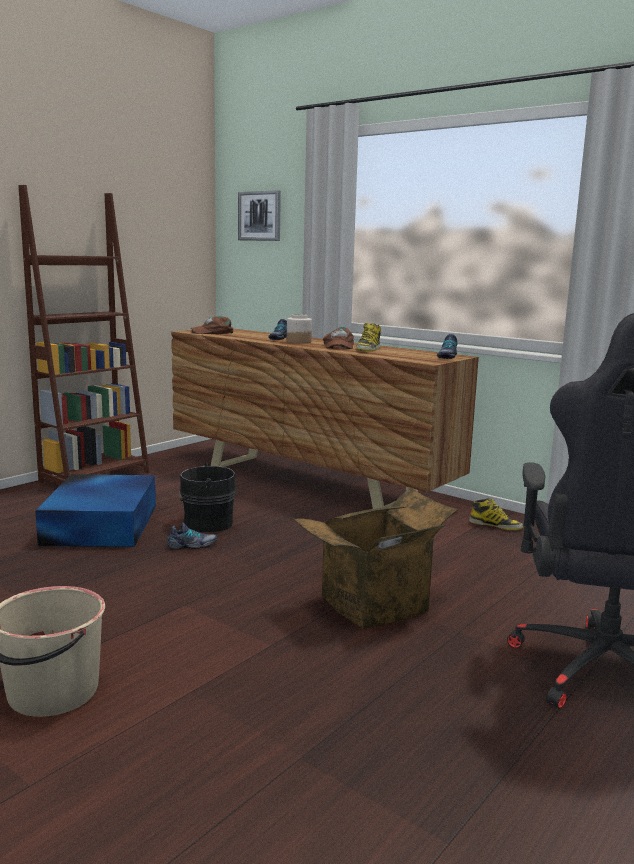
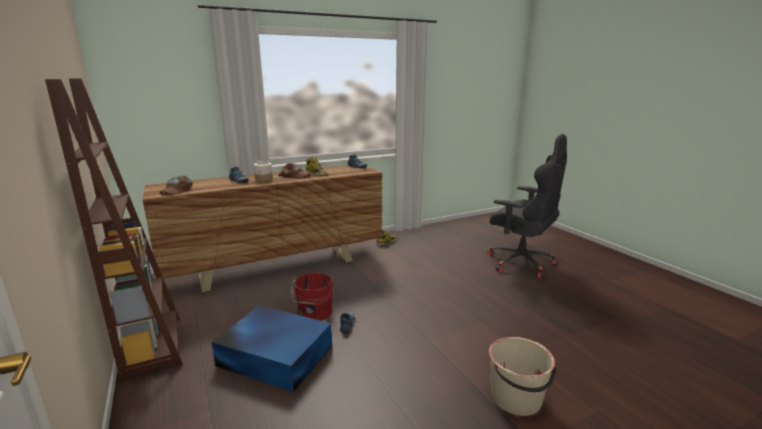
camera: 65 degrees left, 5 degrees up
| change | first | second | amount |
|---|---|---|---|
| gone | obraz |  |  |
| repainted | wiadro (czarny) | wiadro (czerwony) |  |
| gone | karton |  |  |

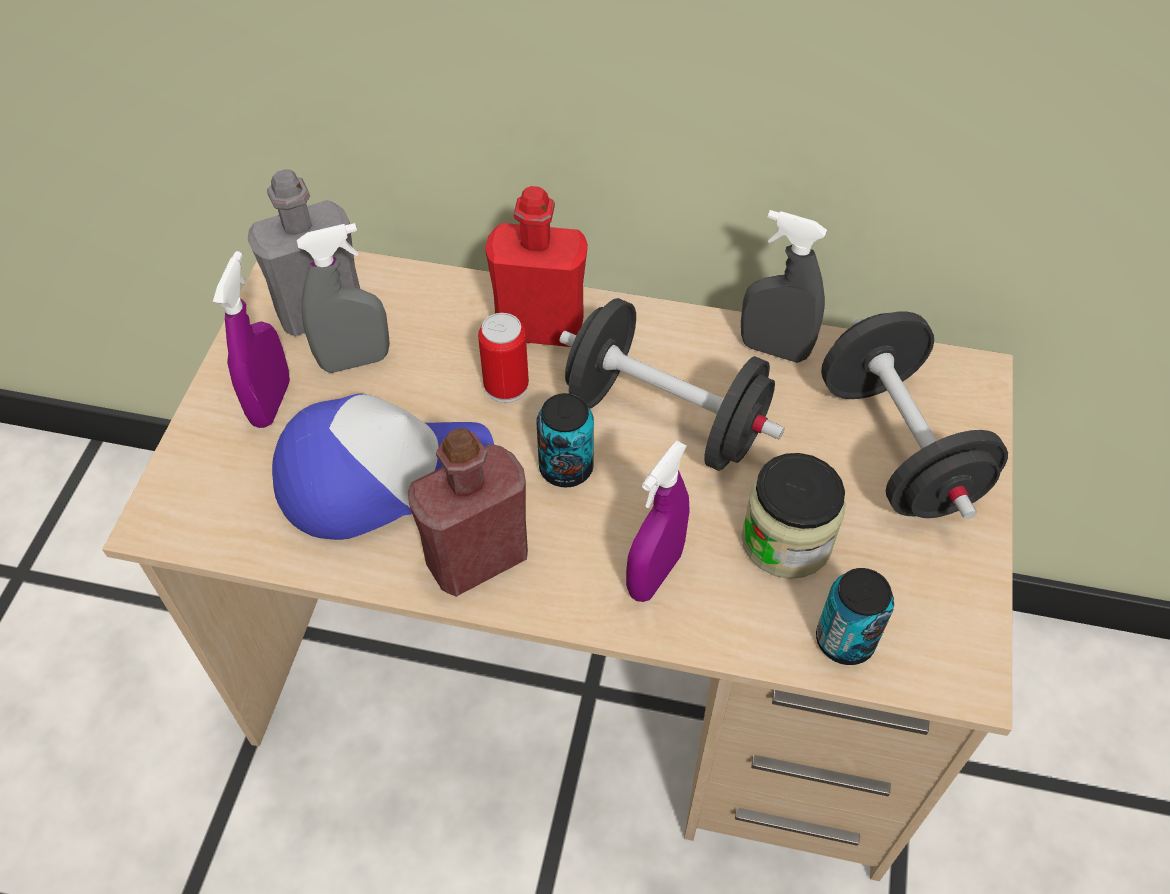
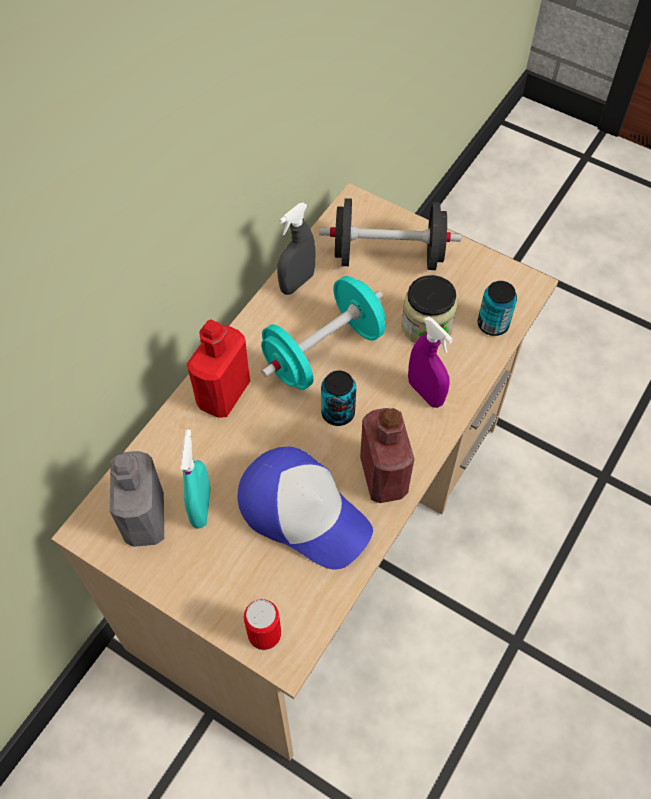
camera: 70 degrees left, 5 degrees up
| change | first | second | amount |
|---|---|---|---|
| repainted | spryskiwacz (szary) (no. 1 from left) | spryskiwacz (turkusowy) |  |
| gone | spryskiwacz (fioletowy) (no. 1 from left) |  |  |
| repainted | hantel (czarny) (no. 1 from left) | hantel (turkusowy) |  |
| shifted | puszka (no. 1 from left) |  |  |
| rotated | czapka z daszkiem |  | 120 degrees clockwise |

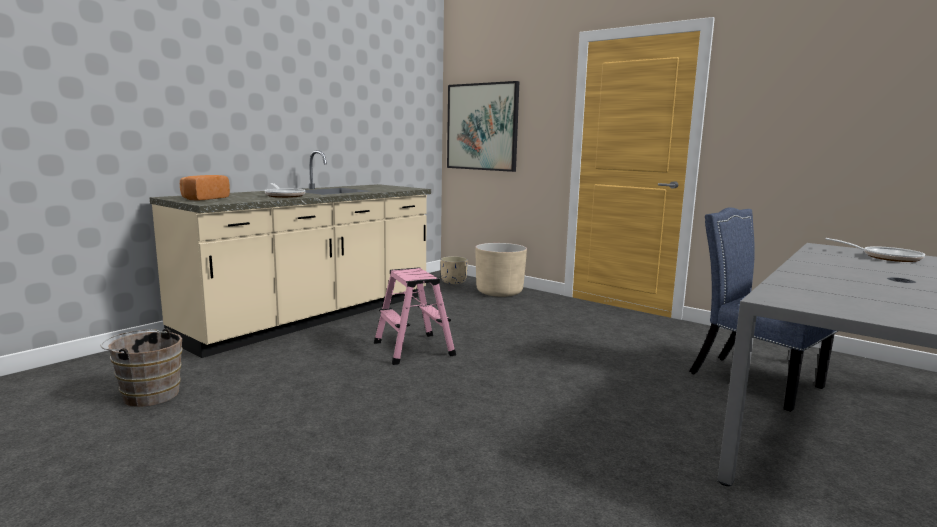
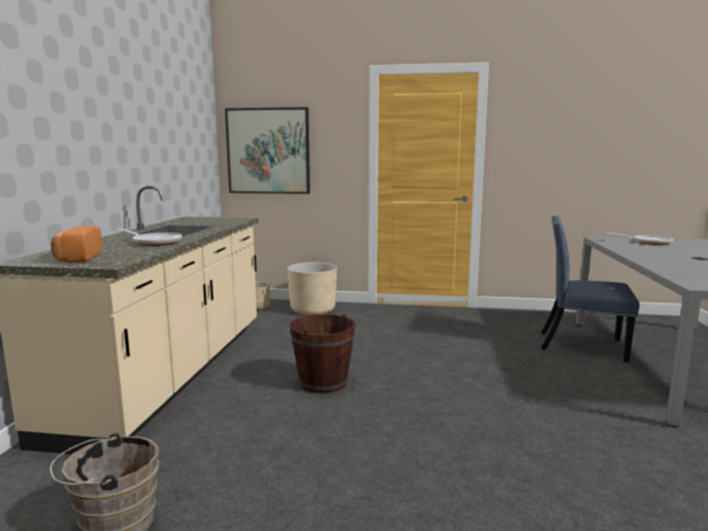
camera: 30 degrees left, 0 degrees up
| change | first | second | amount |
|---|---|---|---|
| swapped | drabinka (różowy) | wiadro (brązowy) (no. 2 from left) |  |

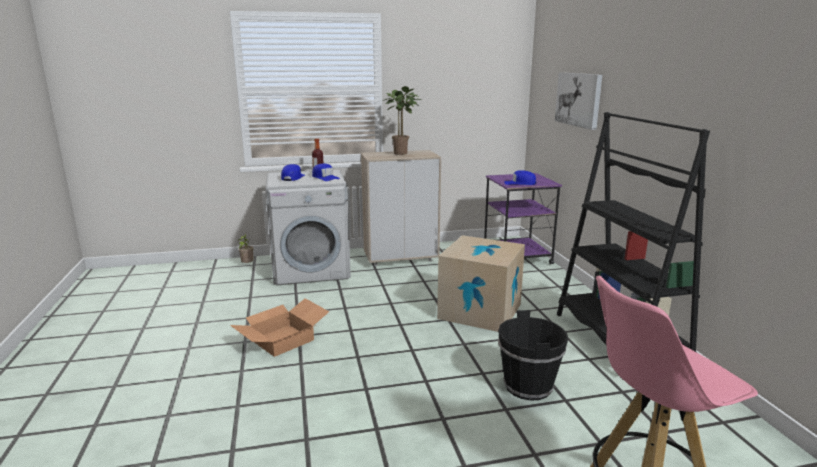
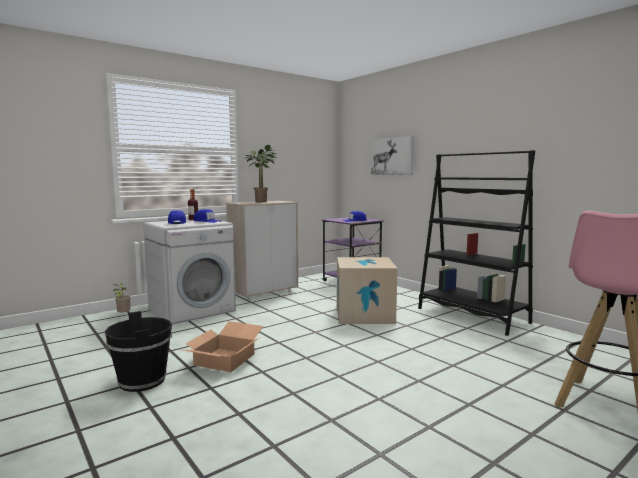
camera: 25 degrees left, 10 degrees down
| change | first | second | amount |
|---|---|---|---|
| shifted | wiadro (czarny) |  |  |

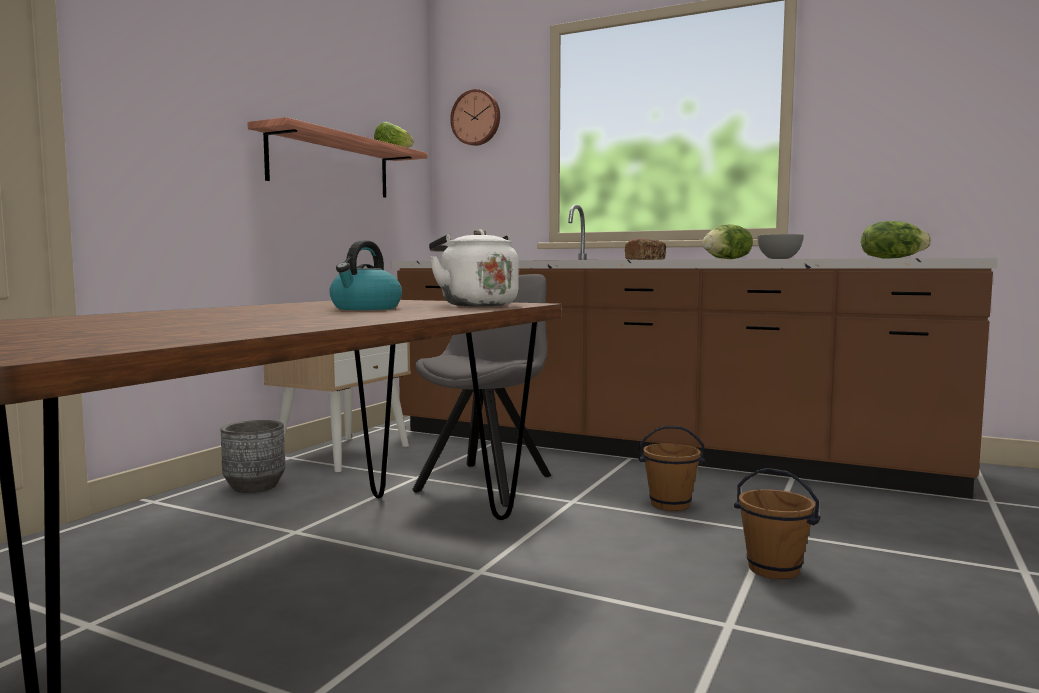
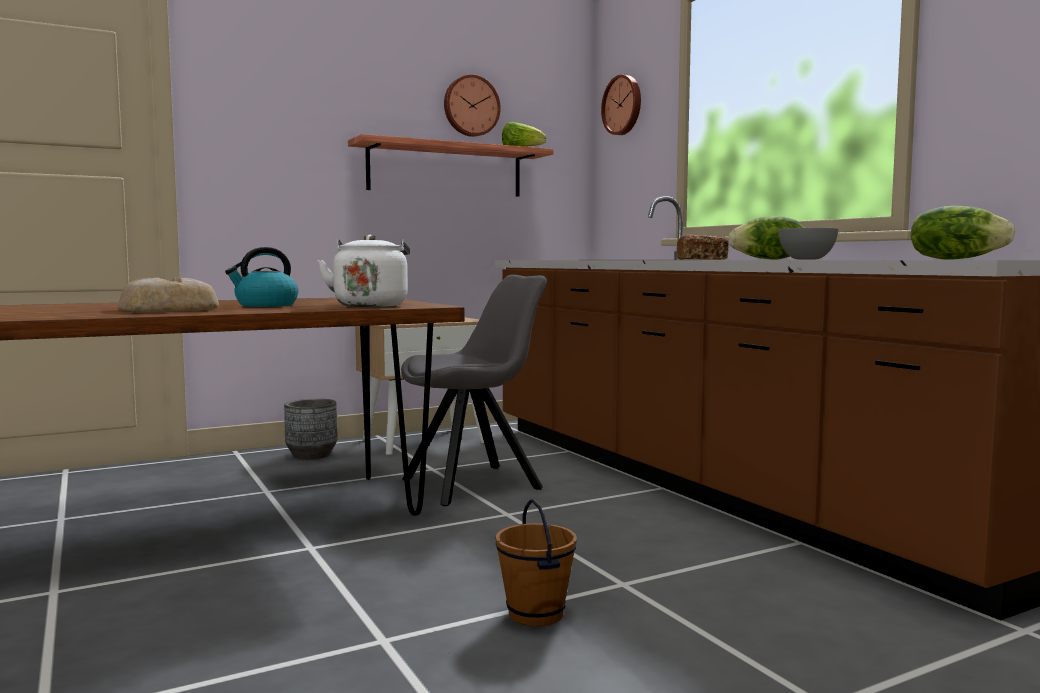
camera: 35 degrees right, 0 degrees up
| change | first | second | amount |
|---|---|---|---|
| gone | wiadro (brązowy) (no. 1 from left) |  |  |
| new |  | zegar ścienny (no. 1 from left) |  |
| new |  | chleb (no. 1 from left) |  |

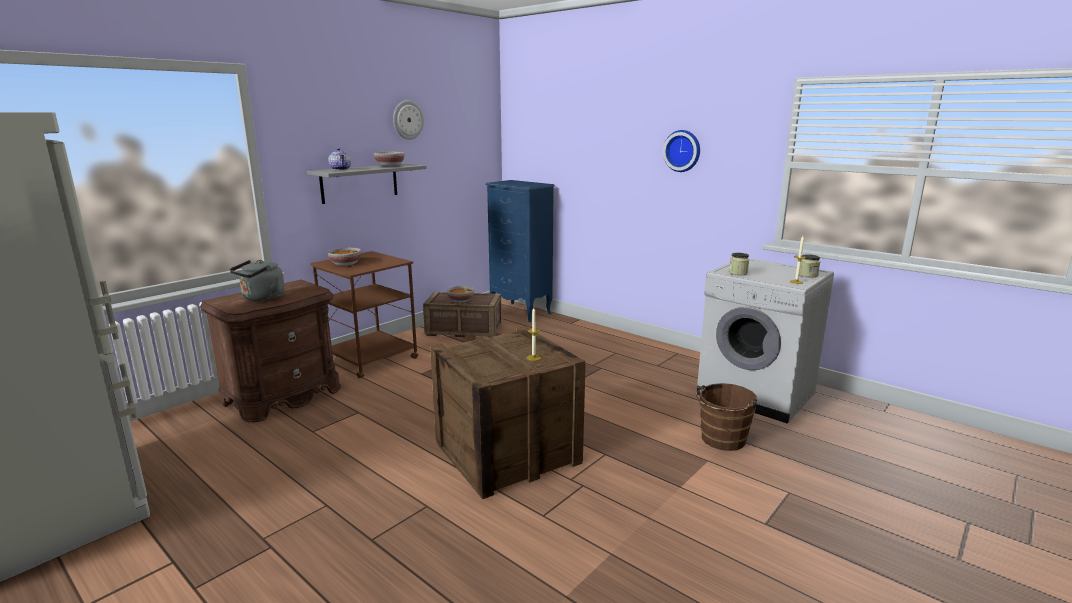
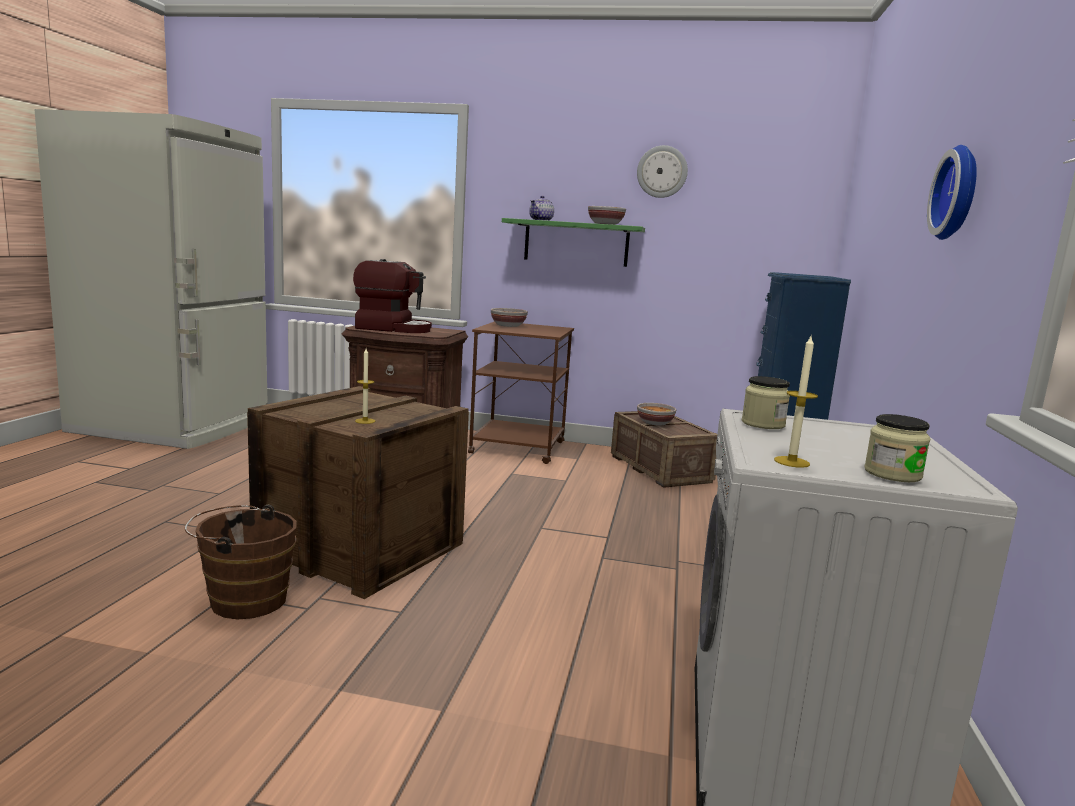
camera: 60 degrees right, 5 degrees down
| change | first | second | amount |
|---|---|---|---|
| repainted | półka (szary) | półka (zielony) |  |
| swapped | czajnik (szary) | ekspres do kawy |  |
| shifted | wiadro (brązowy) |  |  |

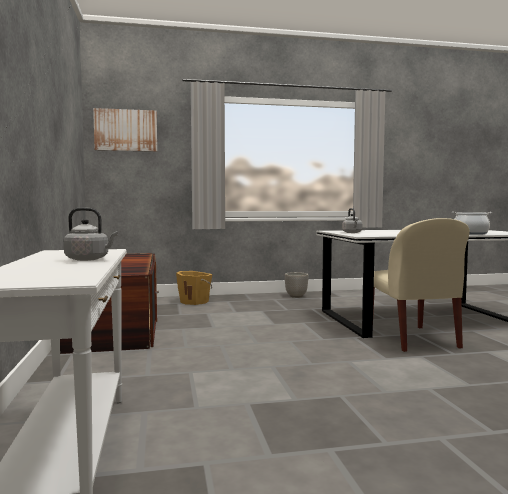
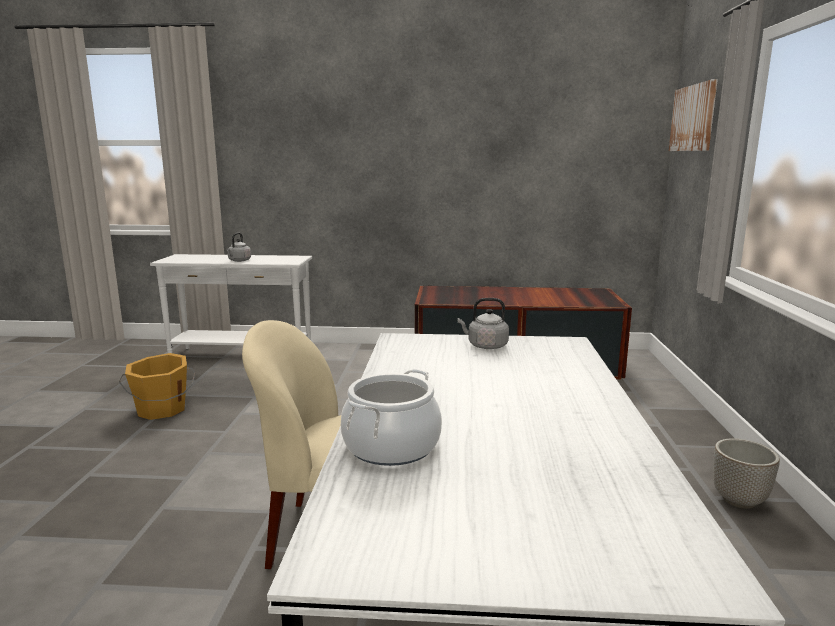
camera: 105 degrees right, 10 degrees up
| change | first | second | amount |
|---|---|---|---|
| shifted | wiadro (pomarańczowy) |  |  |

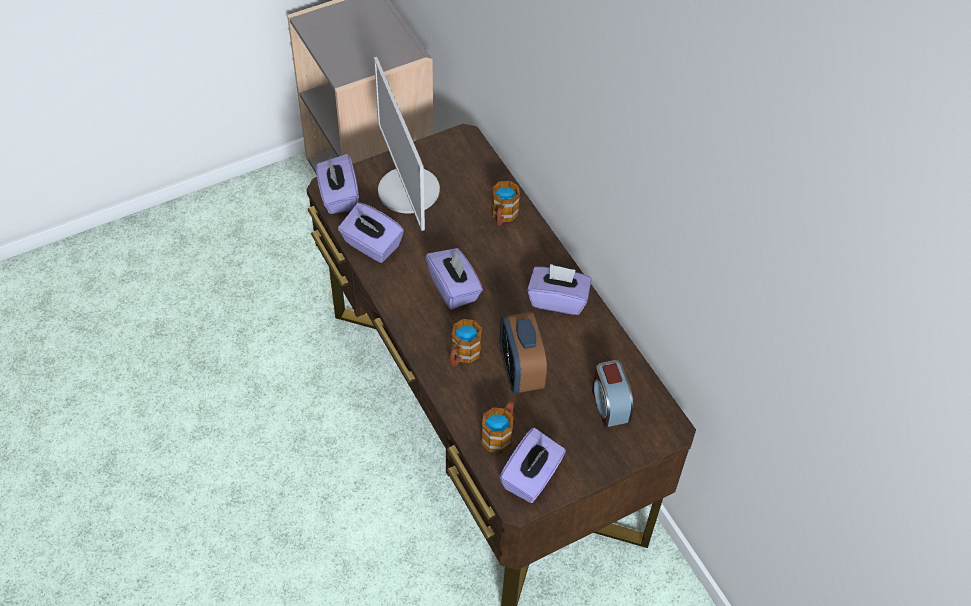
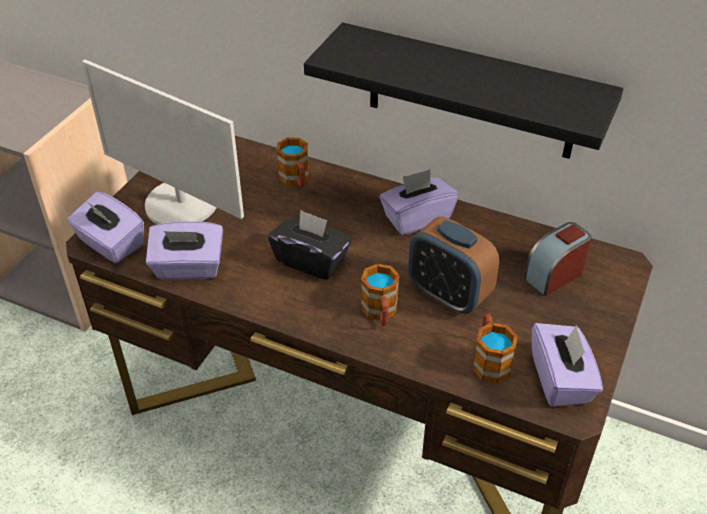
camera: 35 degrees left, 10 degrees down
| change | first | second | amount |
|---|---|---|---|
| repainted | pudełko chusteczek (fioletowy) (no. 3 from left) | pudełko chusteczek (czarny) |  |
| rotated | budzik (no. 2 from left) |  | 105 degrees clockwise |
| new |  | półka (czarny) |  |

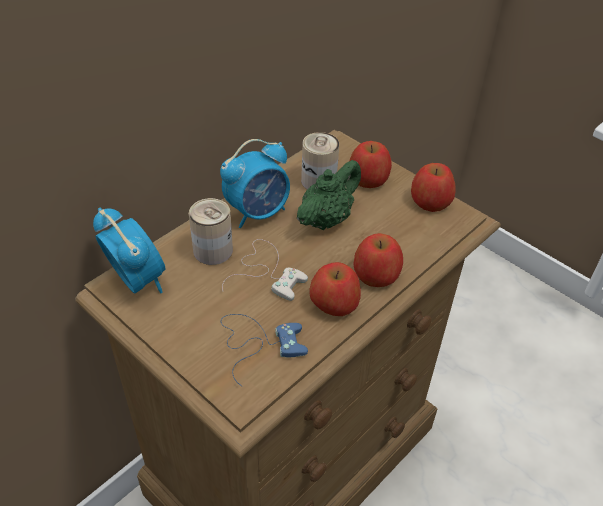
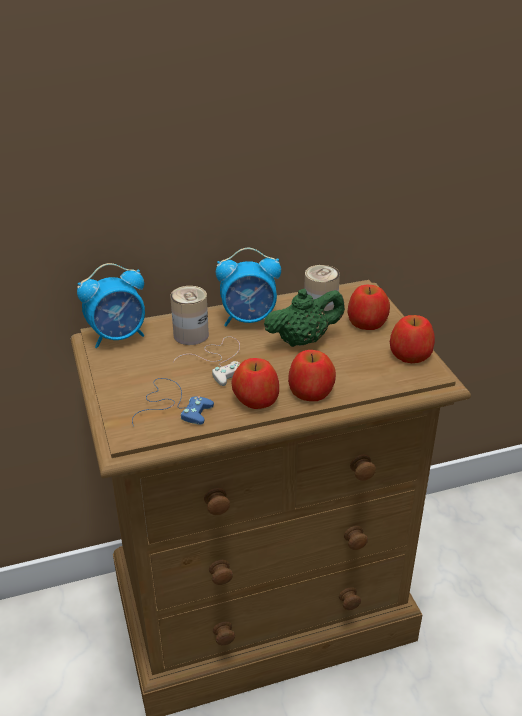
camera: 30 degrees right, 10 degrees down
| change | first | second | amount |
|---|---|---|---|
| rotated | budzik (no. 1 from left) |  | 75 degrees clockwise |

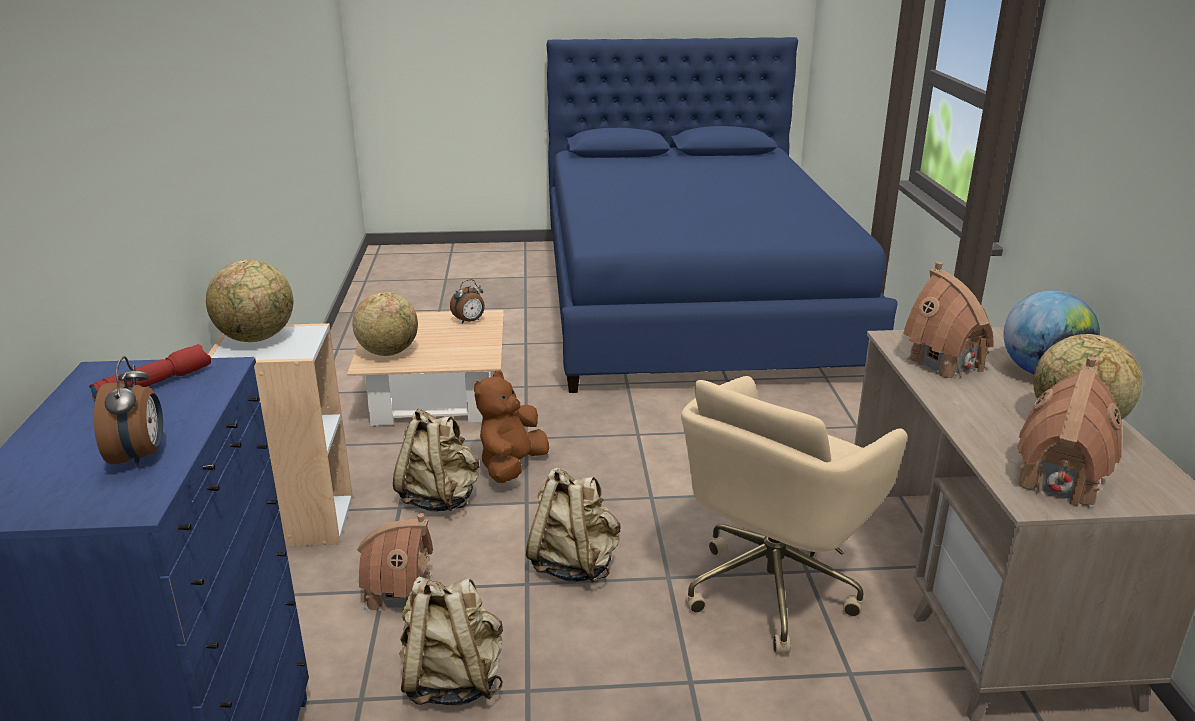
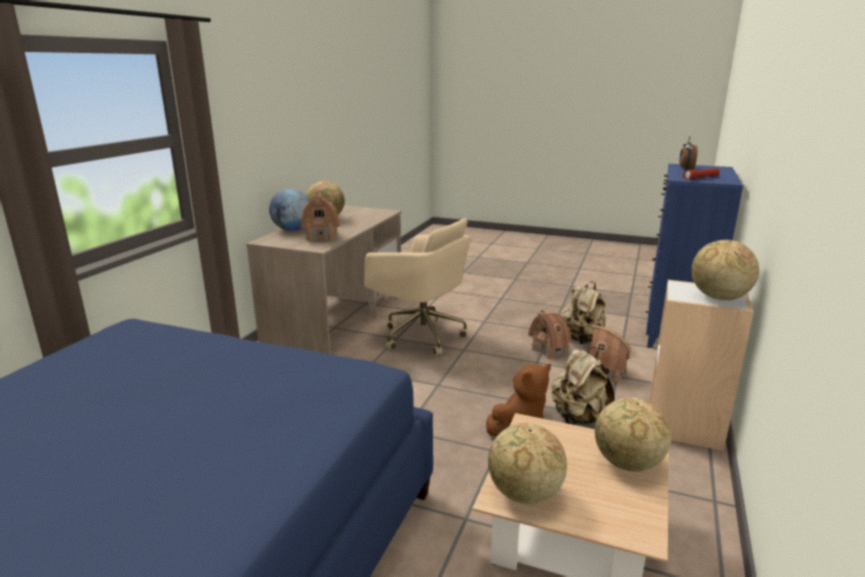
camera: 155 degrees left, 5 degrees down
| change | first | second | amount |
|---|---|---|---|
| swapped | budzik (no. 2 from left) | globus (no. 3 from left) |  |
| shifted | domek (no. 3 from left in the first image) | domek (no. 2 from left) |  |
| rotated | krzesło biurowe (beżowy) |  | 60 degrees clockwise |
| gone | plecak (beżowy) (no. 3 from left) |  |  |

